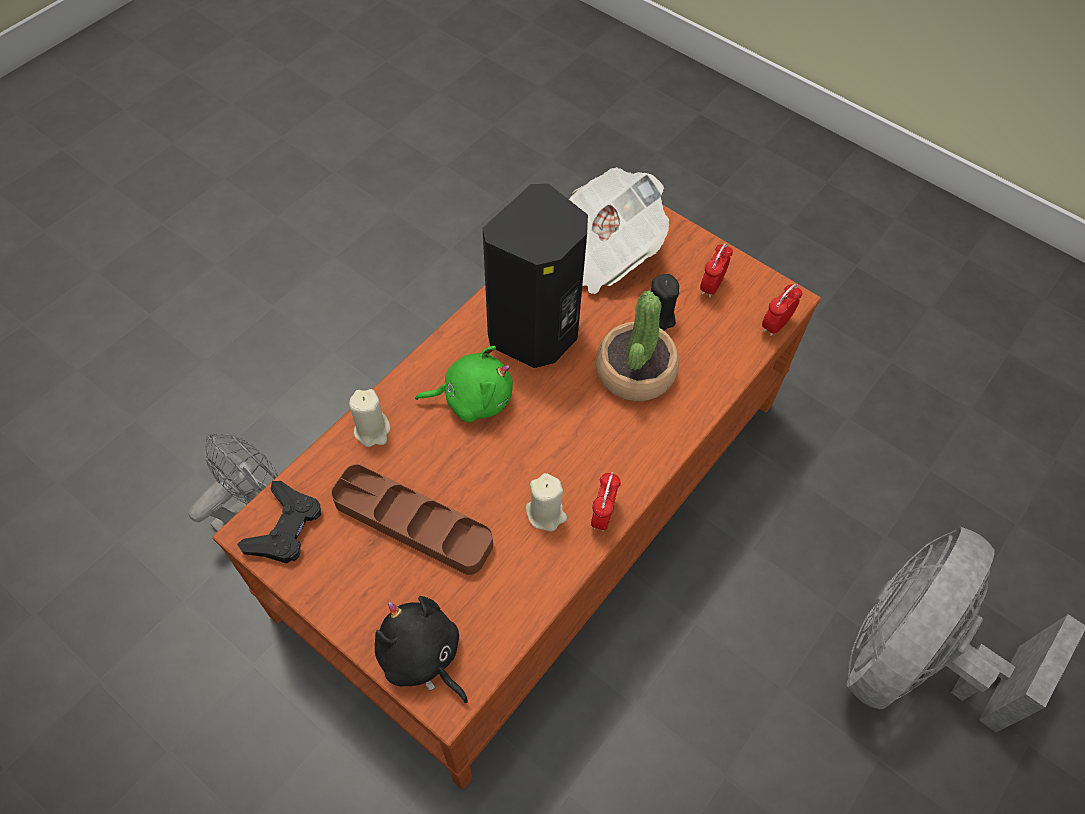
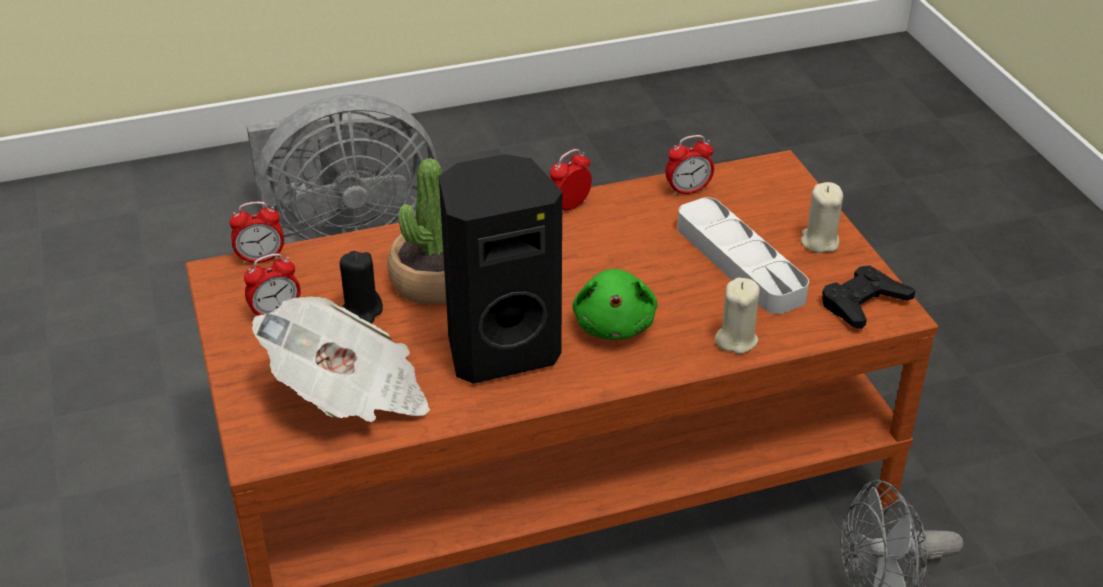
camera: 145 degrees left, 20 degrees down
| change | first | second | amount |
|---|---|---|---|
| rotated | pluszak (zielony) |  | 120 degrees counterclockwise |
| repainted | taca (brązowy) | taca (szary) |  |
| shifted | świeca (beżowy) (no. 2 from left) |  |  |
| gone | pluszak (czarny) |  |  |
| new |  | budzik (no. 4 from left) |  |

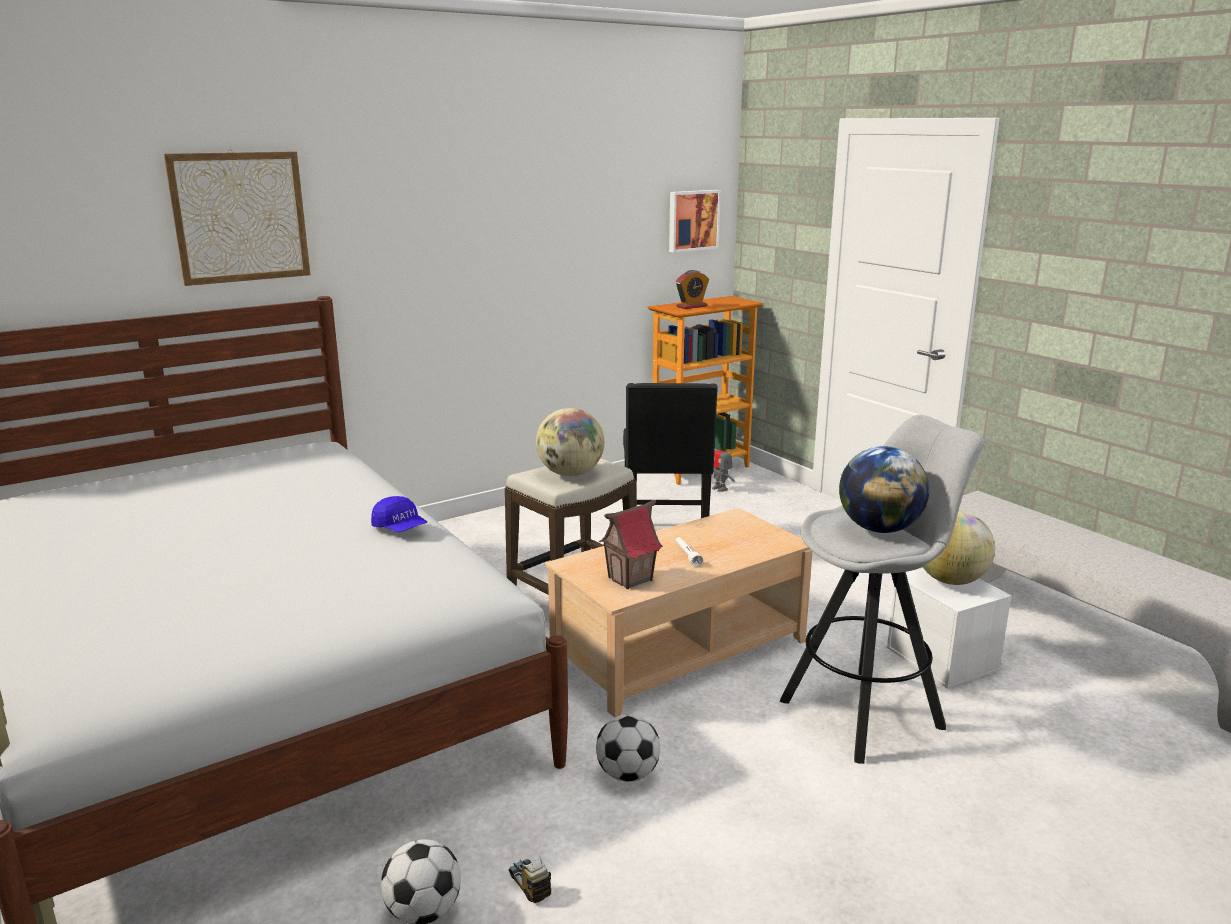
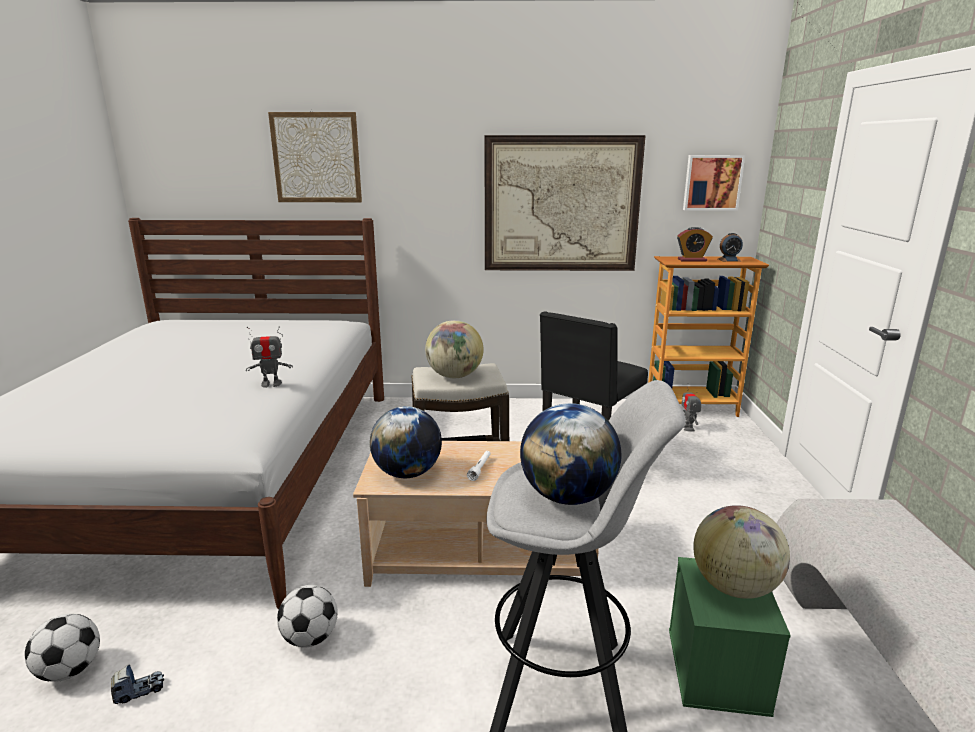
camera: 35 degrees right, 0 degrees up
| change | first | second | amount |
|---|---|---|---|
| swapped | czapka z daszkiem (niebieski) | robot zabawkowy (no. 1 from left) |  |
| swapped | domek | globus (no. 1 from left) |  |
| repainted | pojemnik do przechowywania (biały) | pojemnik do przechowywania (zielony) |  |
| rotated | ciężarówka zabawkowa |  | 60 degrees clockwise |
| new |  | obraz (no. 2 from left) |  |
| new |  | budzik (no. 2 from left) |  |

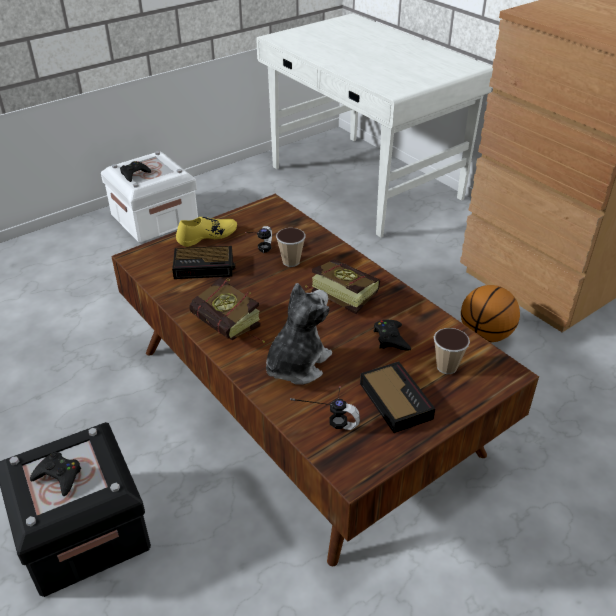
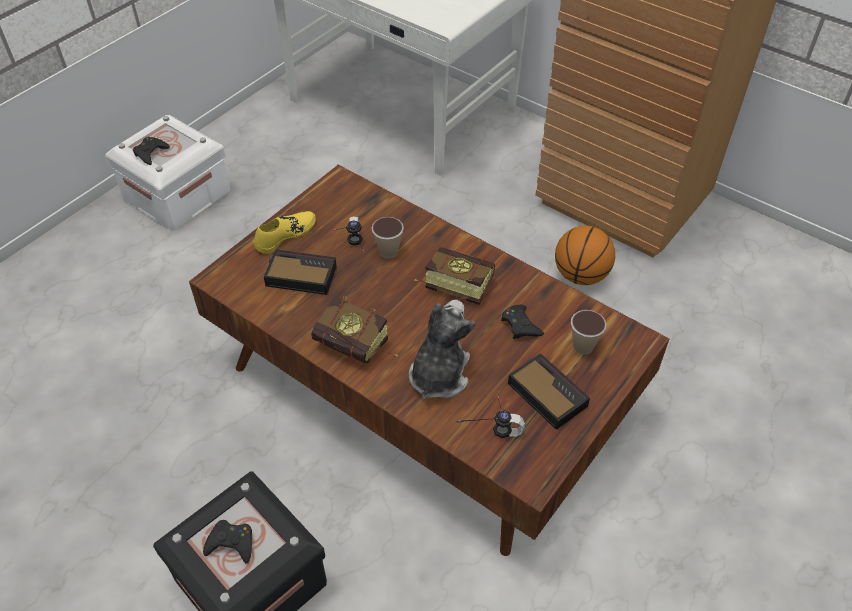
camera: 15 degrees left, 10 degrees up
| change | first | second | amount |
|---|---|---|---|
| rotated | budzik (no. 1 from left) |  | 150 degrees counterclockwise |

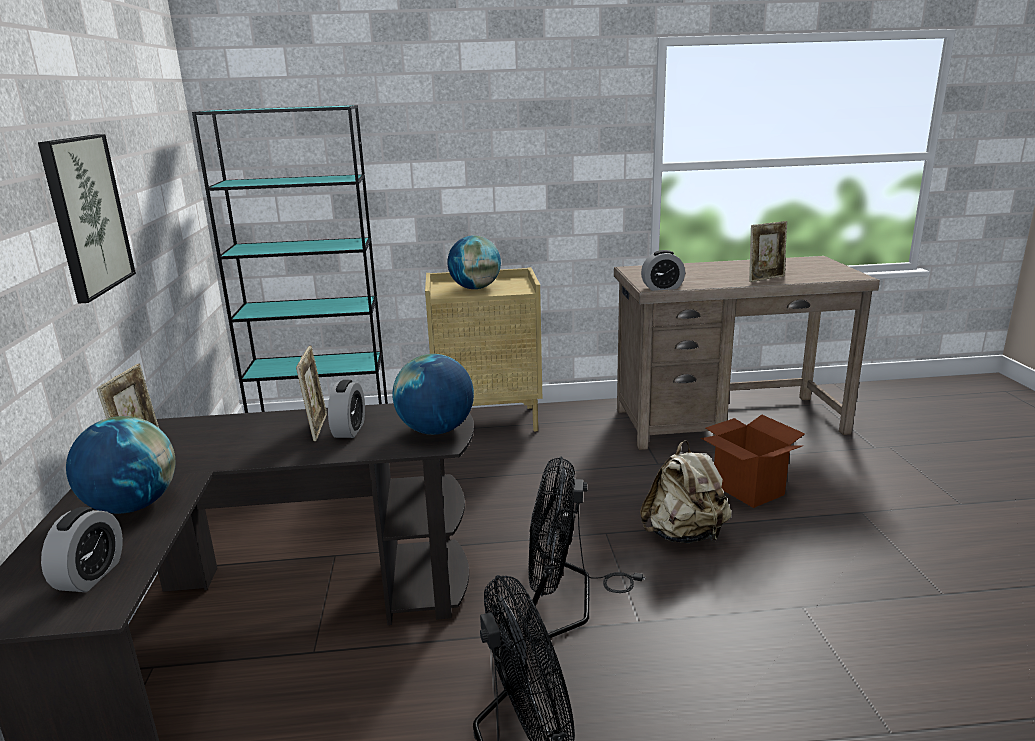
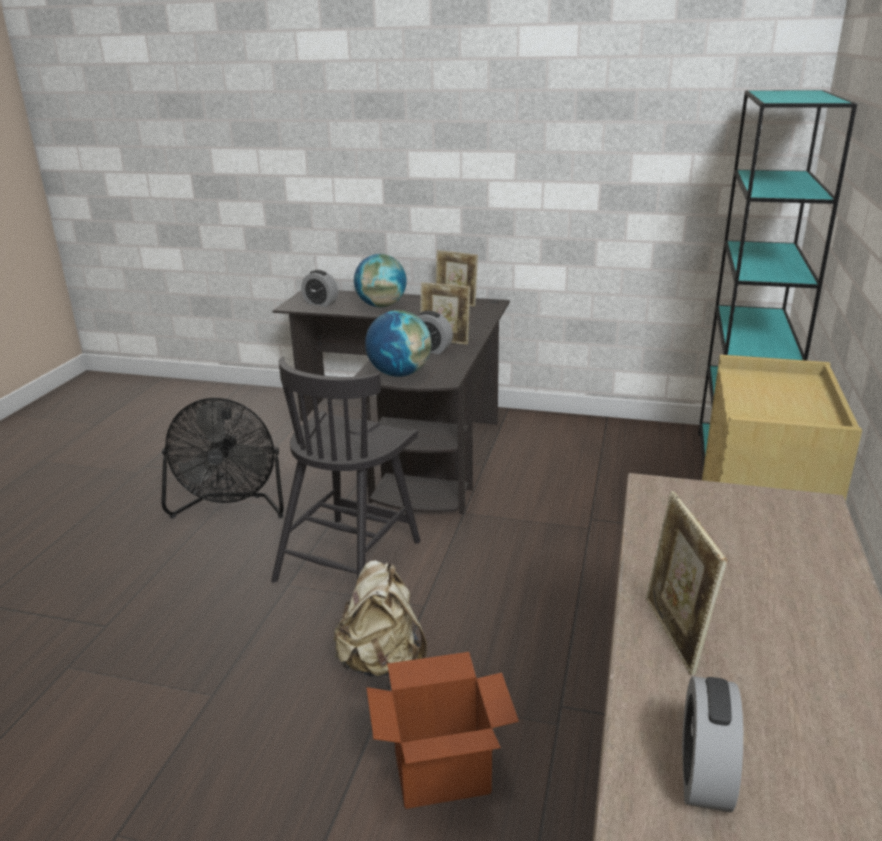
camera: 110 degrees right, 5 degrees up
| change | first | second | amount |
|---|---|---|---|
| gone | obraz |  |  |
| gone | globus (no. 3 from left) |  |  |
| shifted | budzik (no. 3 from left) |  |  |
| swapped | wentylator (czarny) (no. 2 from left) | krzesło (czarny) |  |

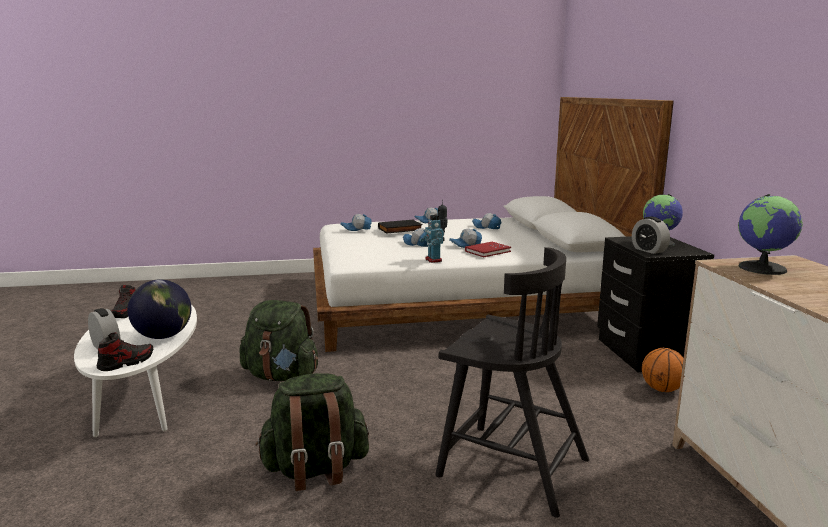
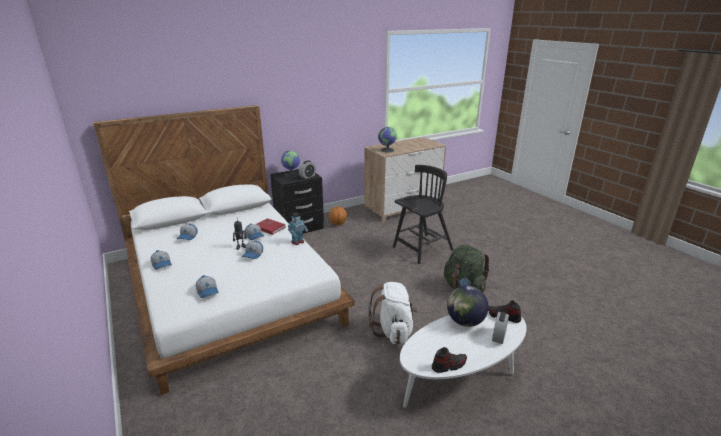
camera: 110 degrees left, 10 degrees up
| change | first | second | amount |
|---|---|---|---|
| gone | książka (czarny) |  |  |
| rotated | krzesło (czarny) |  | 45 degrees clockwise |
| repainted | plecak (zielony) (no. 1 from left) | plecak (biały) |  |

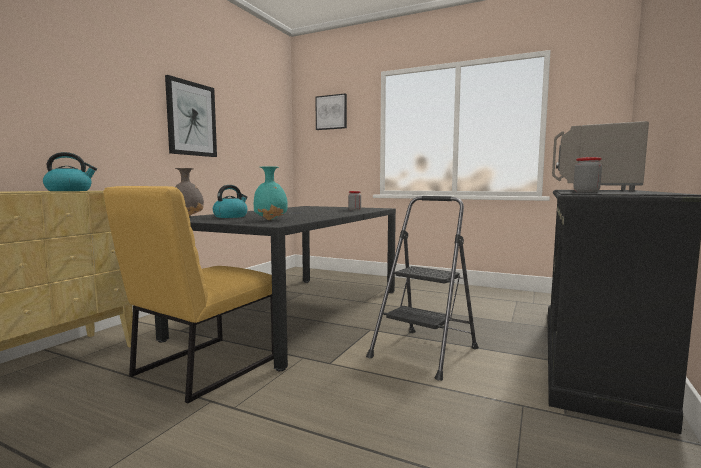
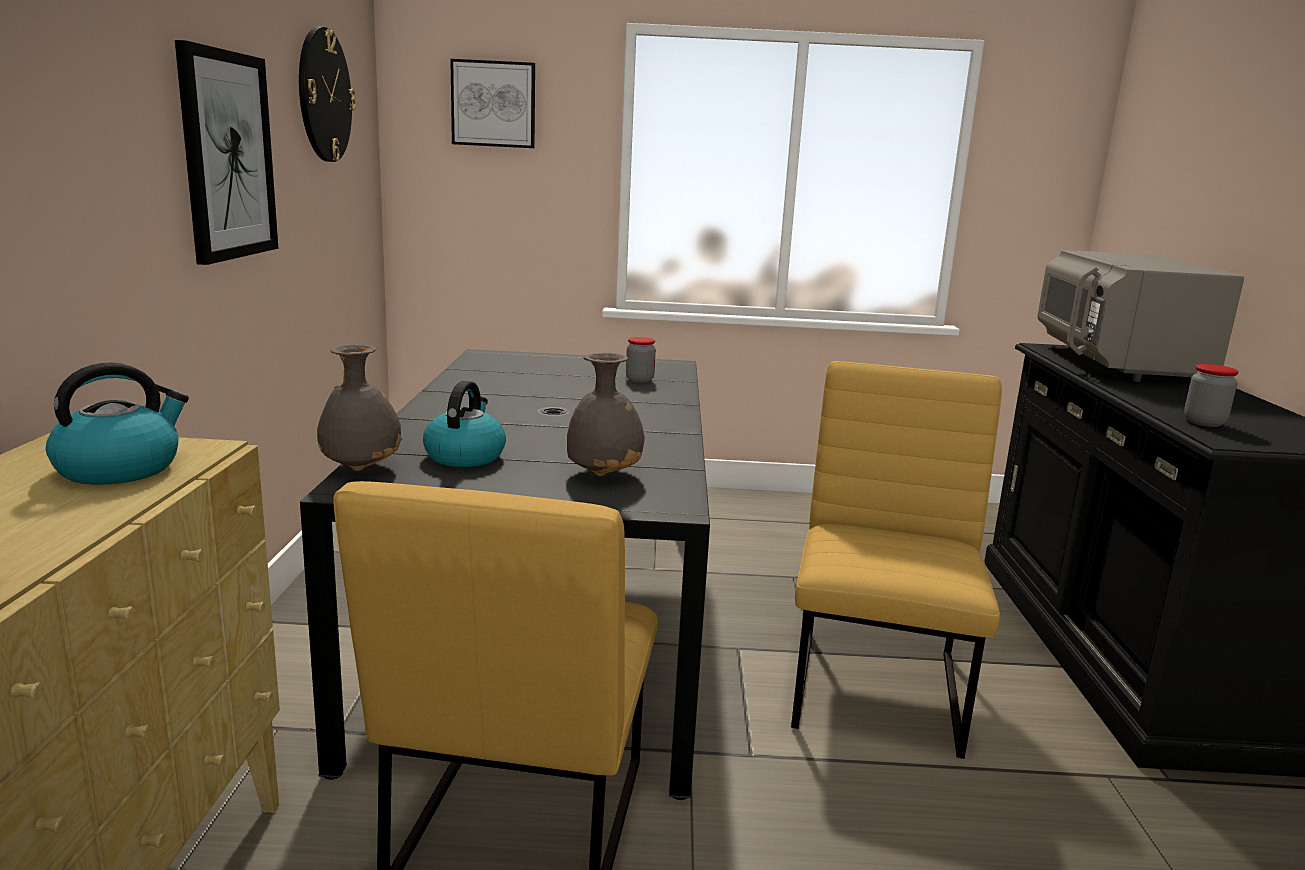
camera: 25 degrees left, 10 degrees up
| change | first | second | amount |
|---|---|---|---|
| repainted | wazon (turkusowy) | wazon (szary) (no. 2 from left) |  |
| swapped | drabinka (czarny) | krzesło (żółty) (no. 2 from left) |  |
| new |  | zegar ścienny |  |

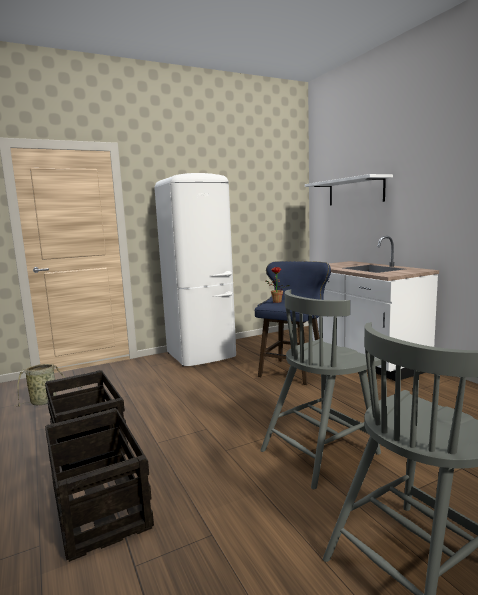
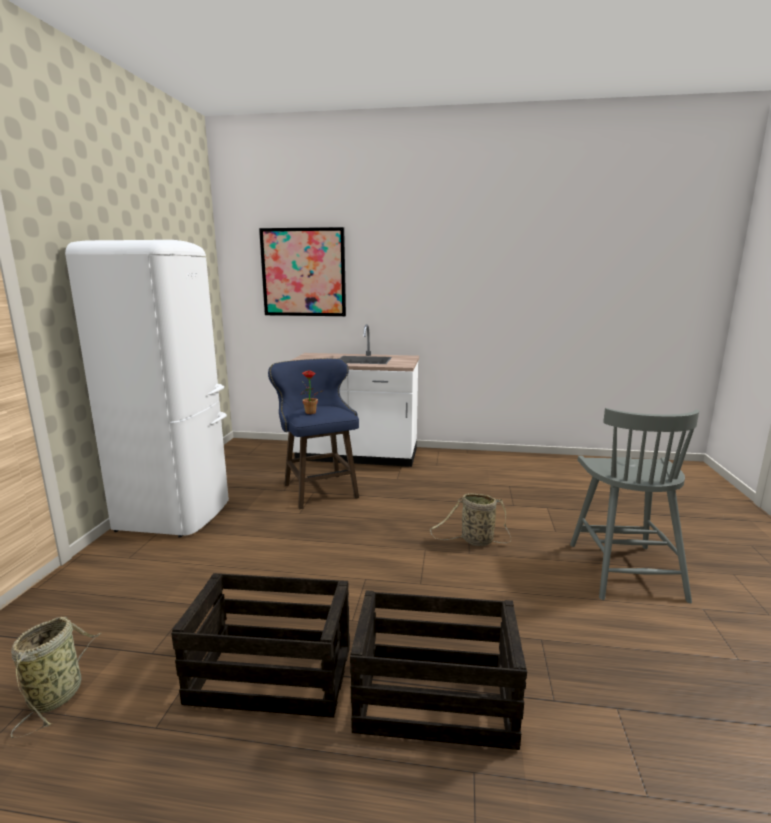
camera: 55 degrees left, 5 degrees up
| change | first | second | amount |
|---|---|---|---|
| swapped | półka (biały) | obraz |  |
| swapped | krzesło (szary) (no. 1 from left) | koszyk (no. 2 from left) |  |

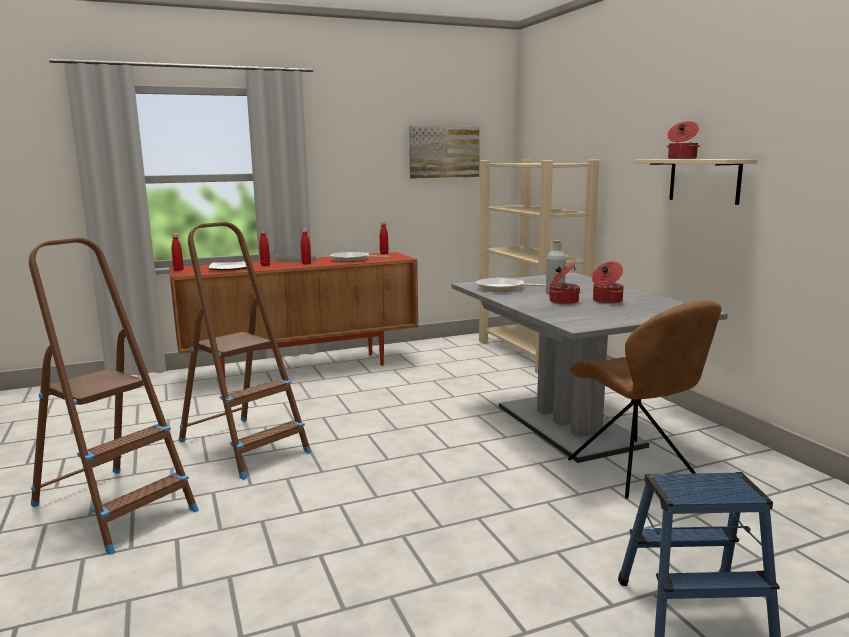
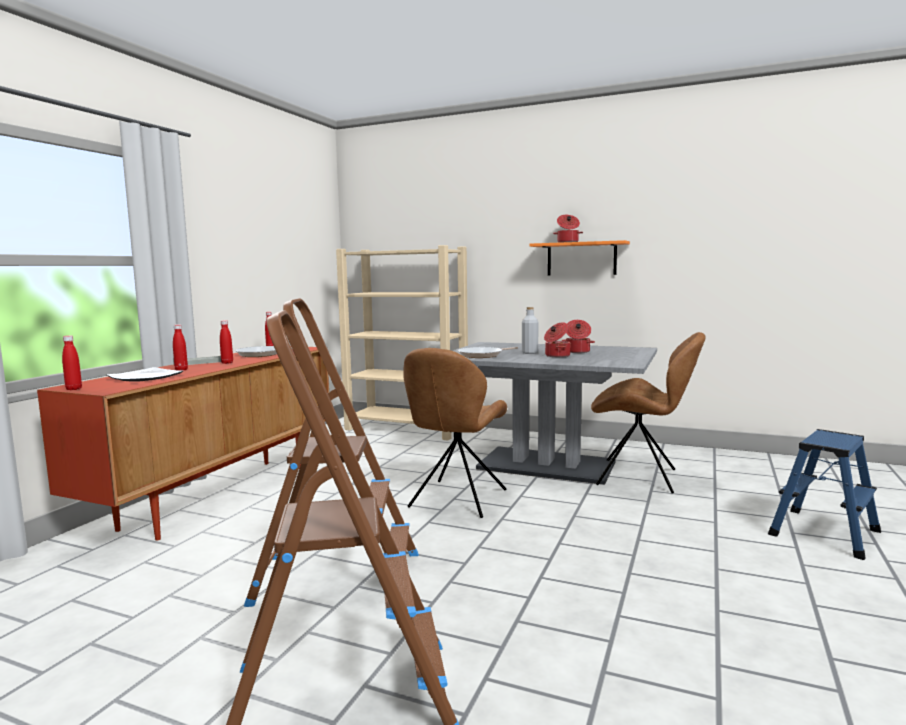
camera: 45 degrees left, 5 degrees down
| change | first | second | amount |
|---|---|---|---|
| gone | obraz |  |  |
| repainted | półka (beżowy) | półka (pomarańczowy) |  |
| new |  | krzesło (brązowy) (no. 1 from left) |  |

